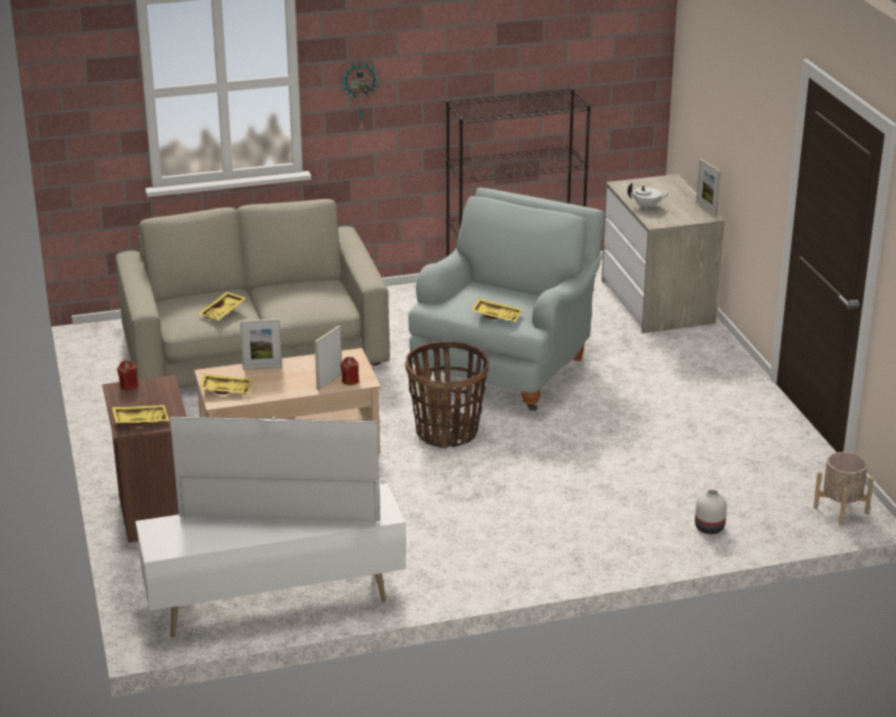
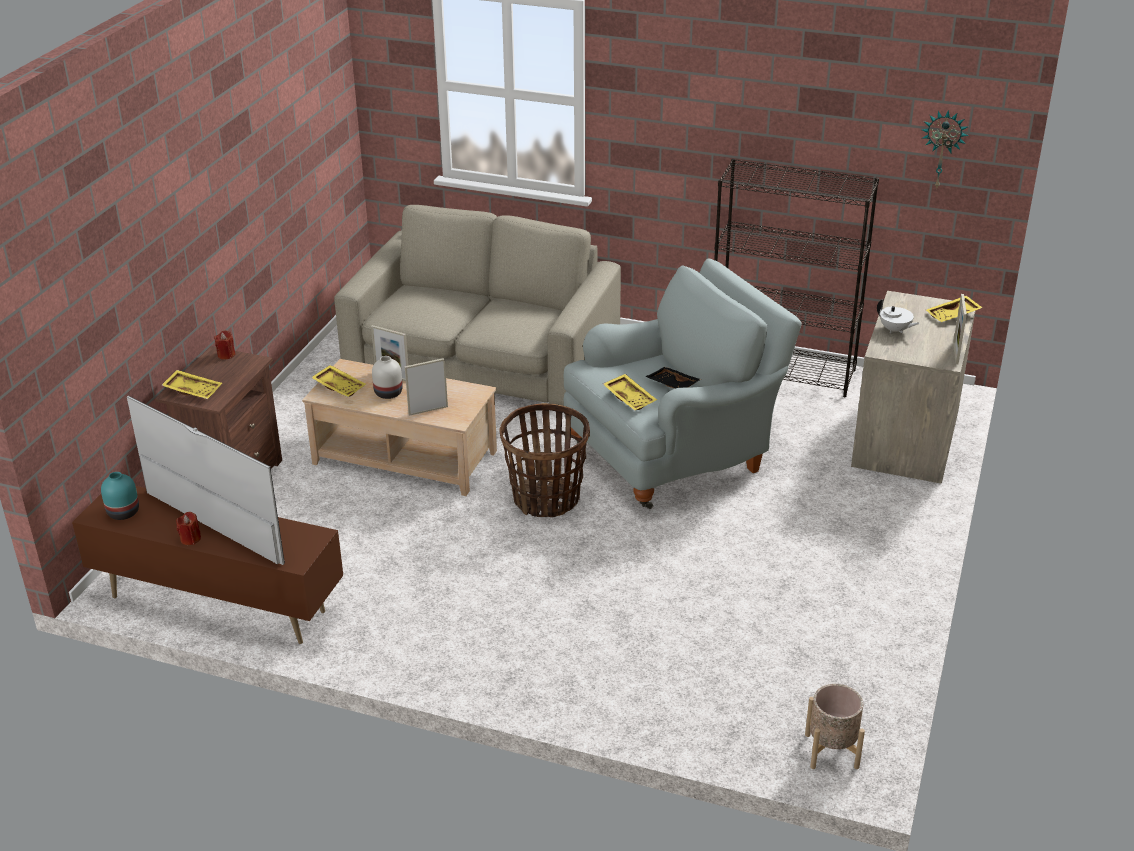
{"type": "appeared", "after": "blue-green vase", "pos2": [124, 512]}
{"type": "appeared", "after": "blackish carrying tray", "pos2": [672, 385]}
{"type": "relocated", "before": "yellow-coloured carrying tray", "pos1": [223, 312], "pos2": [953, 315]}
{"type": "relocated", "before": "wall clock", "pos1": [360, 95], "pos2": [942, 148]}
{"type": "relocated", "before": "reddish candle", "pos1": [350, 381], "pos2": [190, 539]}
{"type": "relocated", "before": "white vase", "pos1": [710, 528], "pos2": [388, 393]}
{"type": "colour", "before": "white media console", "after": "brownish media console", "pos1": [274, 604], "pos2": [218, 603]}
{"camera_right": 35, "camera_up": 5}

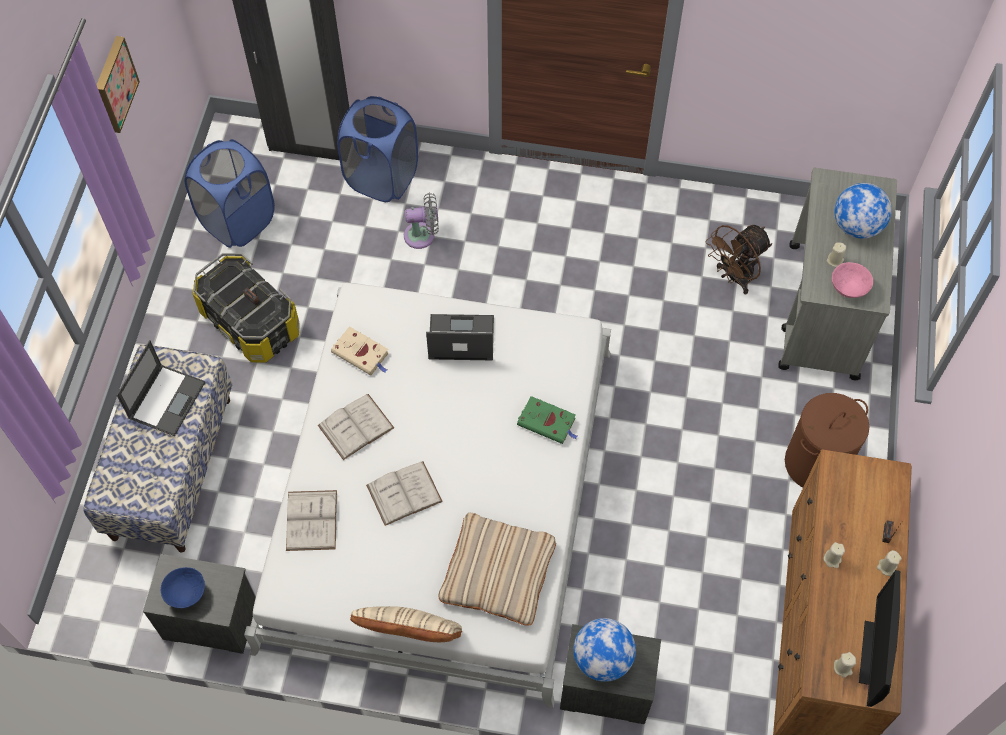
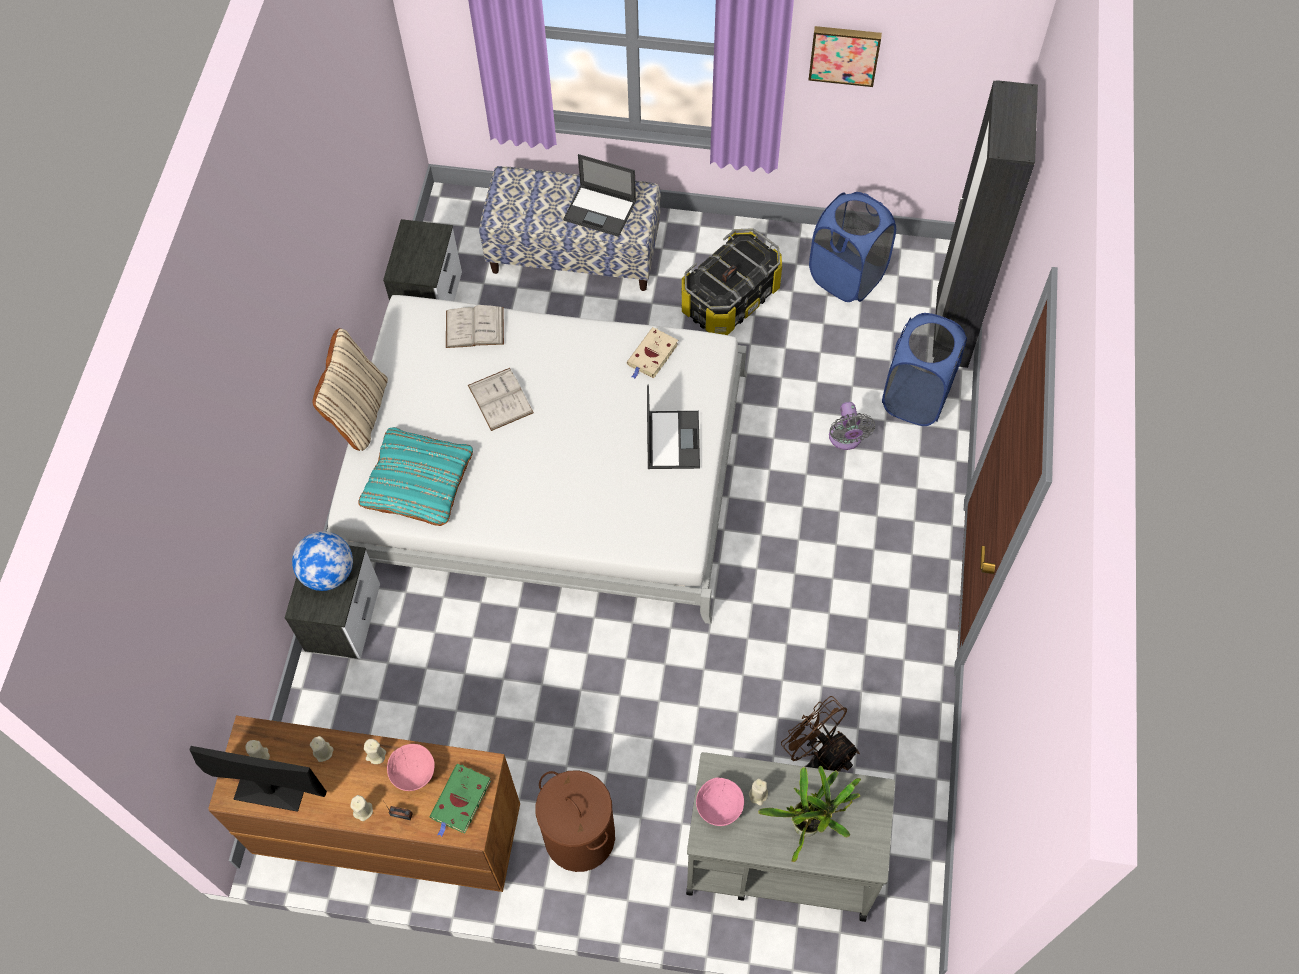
{"type": "missing", "before": "blue serving bowl", "pos1": [186, 594]}
{"type": "missing", "before": "white volume", "pos1": [356, 426]}
{"type": "appeared", "after": "beige candle", "pos2": [323, 752]}
{"type": "appeared", "after": "pinkish serving bowl", "pos2": [414, 773]}
{"type": "relocated", "before": "greenish volume", "pos1": [548, 422], "pos2": [460, 801]}
{"type": "exchanged", "before": "desk globe", "after": "potted plant", "pos1": [856, 226], "pos2": [809, 825]}
{"type": "colour", "before": "beige cushion", "after": "blue-green cushion", "pos1": [498, 572], "pos2": [418, 481]}
{"camera_right": 90, "camera_up": 0}

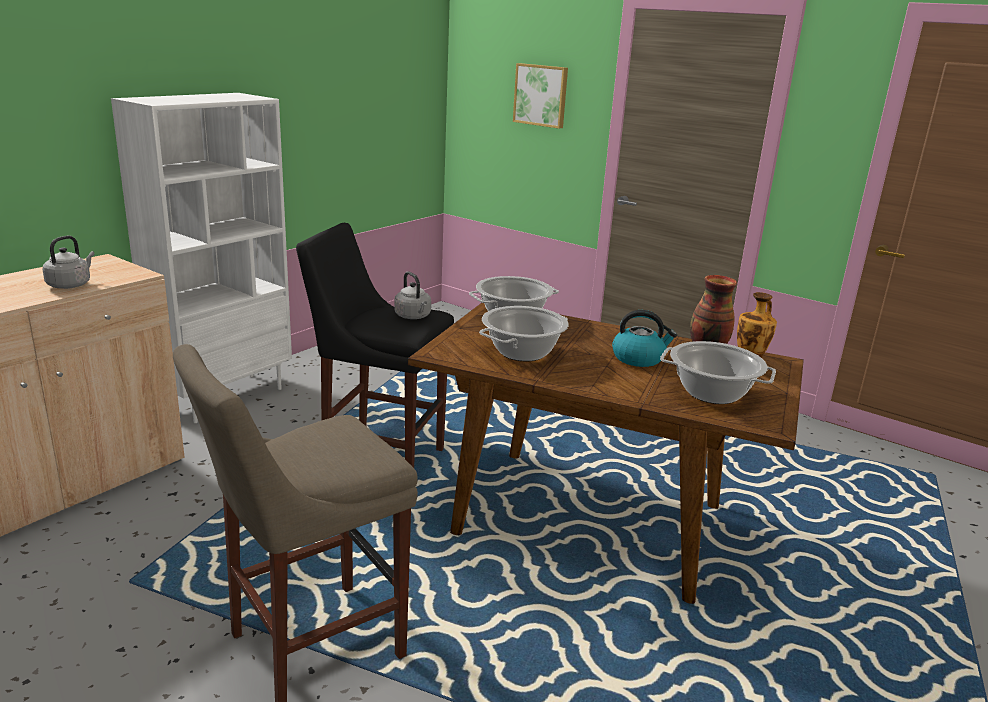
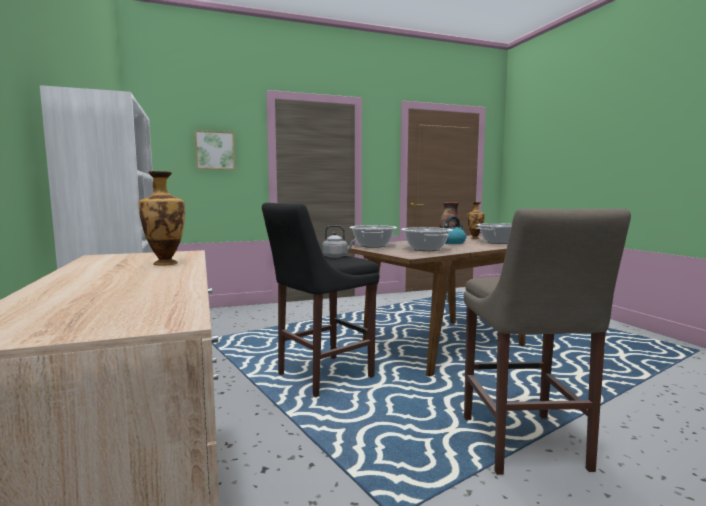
{"type": "exchanged", "before": "gray water kettle", "after": "vase", "pos1": [71, 284], "pos2": [165, 263]}
{"camera_right": -55, "camera_up": -15}

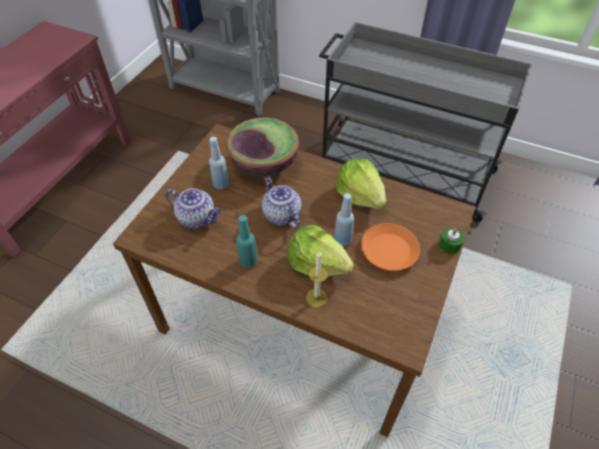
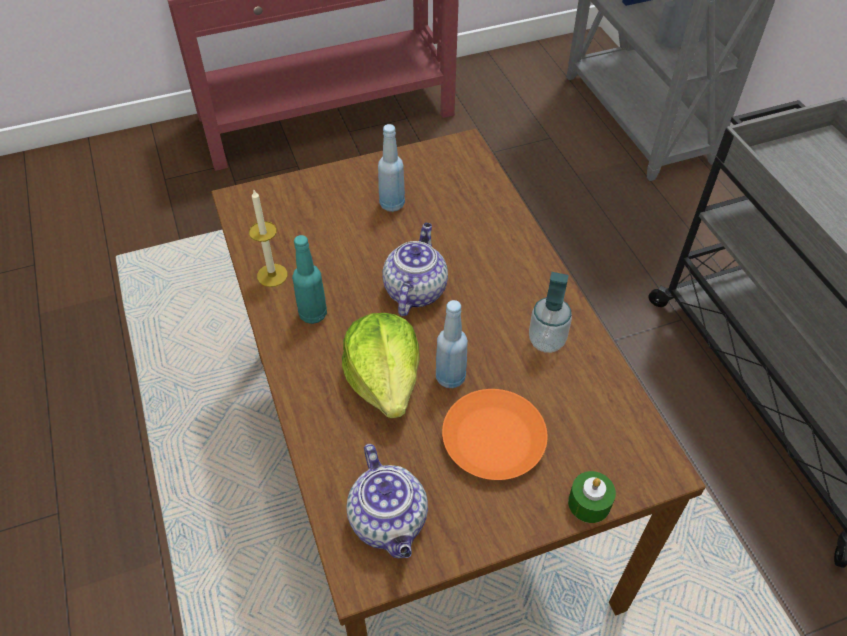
{"type": "missing", "before": "serving bowl", "pos1": [264, 163]}
{"type": "relocated", "before": "tea pot", "pos1": [197, 218], "pos2": [390, 522]}
{"type": "relocated", "before": "candle", "pos1": [316, 297], "pos2": [272, 275]}
{"type": "exchanged", "before": "lettuce", "after": "soap dispenser", "pos1": [360, 195], "pos2": [546, 341]}
{"camera_right": 45, "camera_up": 0}

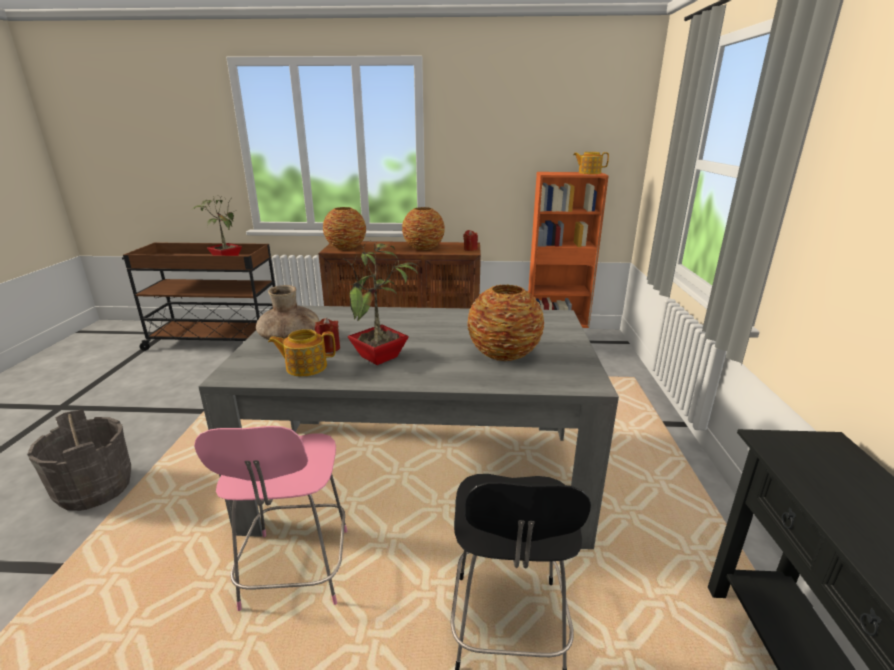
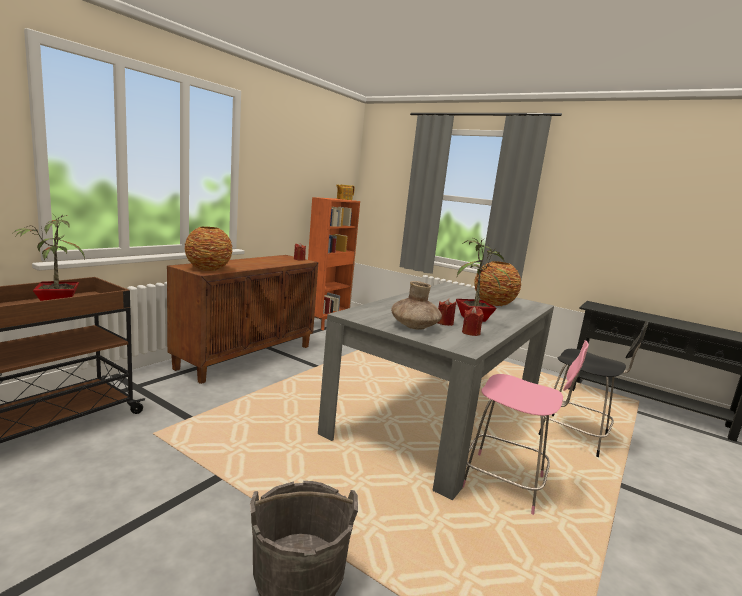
{"type": "missing", "before": "vase", "pos1": [423, 248]}
{"type": "exchanged", "before": "tea pot", "after": "reddish candle", "pos1": [305, 367], "pos2": [471, 333]}
{"camera_right": -60, "camera_up": -10}

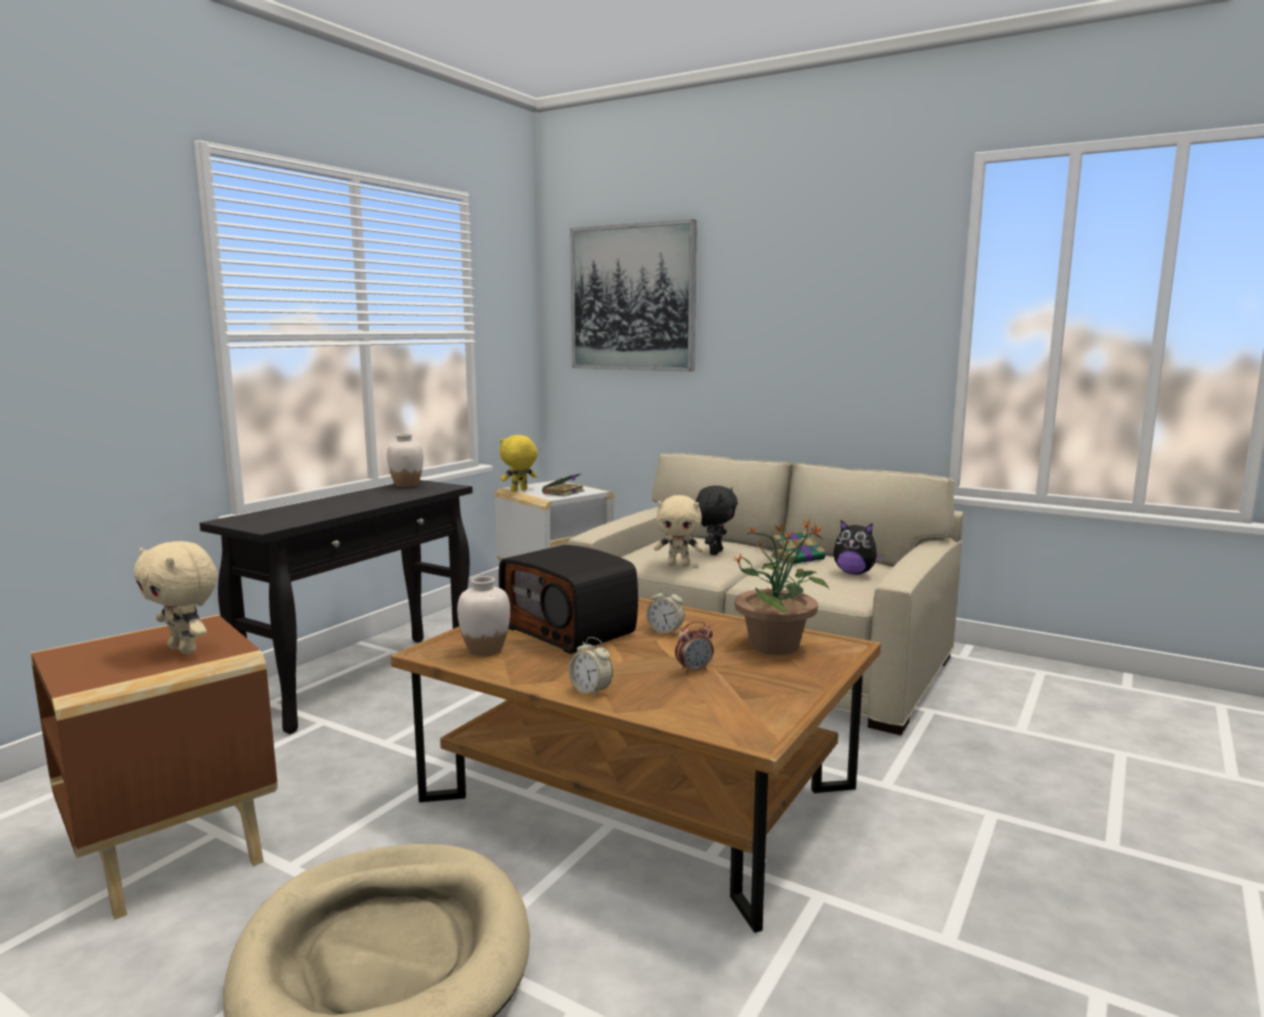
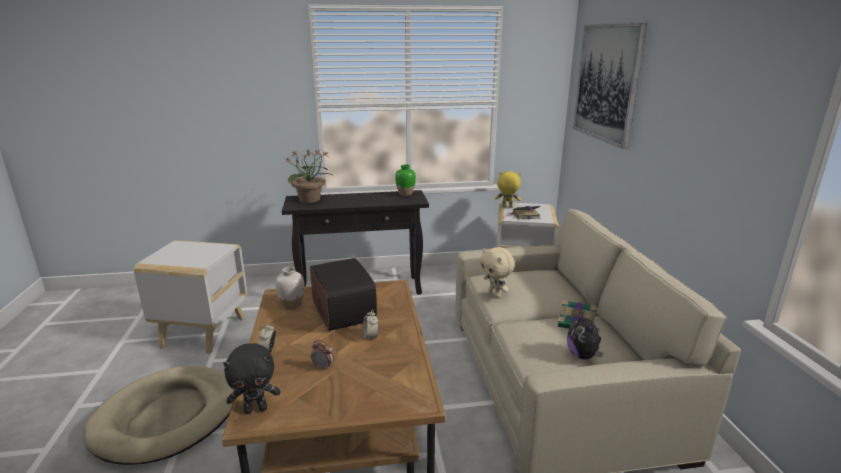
{"type": "missing", "before": "beige soft toy", "pos1": [185, 649]}
{"type": "relocated", "before": "blackish soft toy", "pos1": [714, 552], "pos2": [256, 409]}
{"type": "relocated", "before": "potted plant", "pos1": [775, 645], "pos2": [310, 199]}
{"type": "colour", "before": "brownish side table", "after": "white side table", "pos1": [173, 851], "pos2": [203, 333]}
{"type": "colour", "before": "white vase", "after": "greenish vase", "pos1": [406, 485], "pos2": [405, 194]}
{"type": "spun", "before": "radio receiver", "pos1": [570, 630], "pos2": [342, 311], "turn": 150}
{"camera_right": 50, "camera_up": 10}

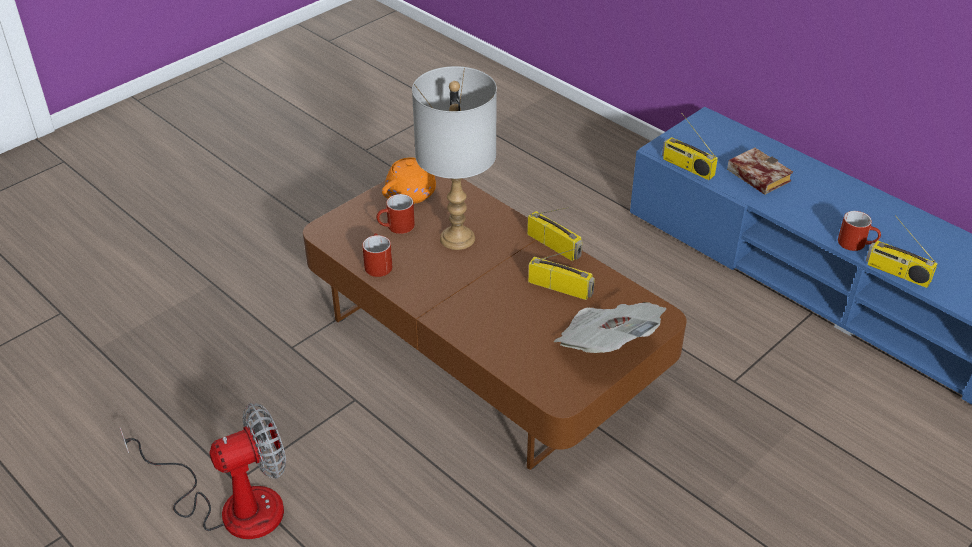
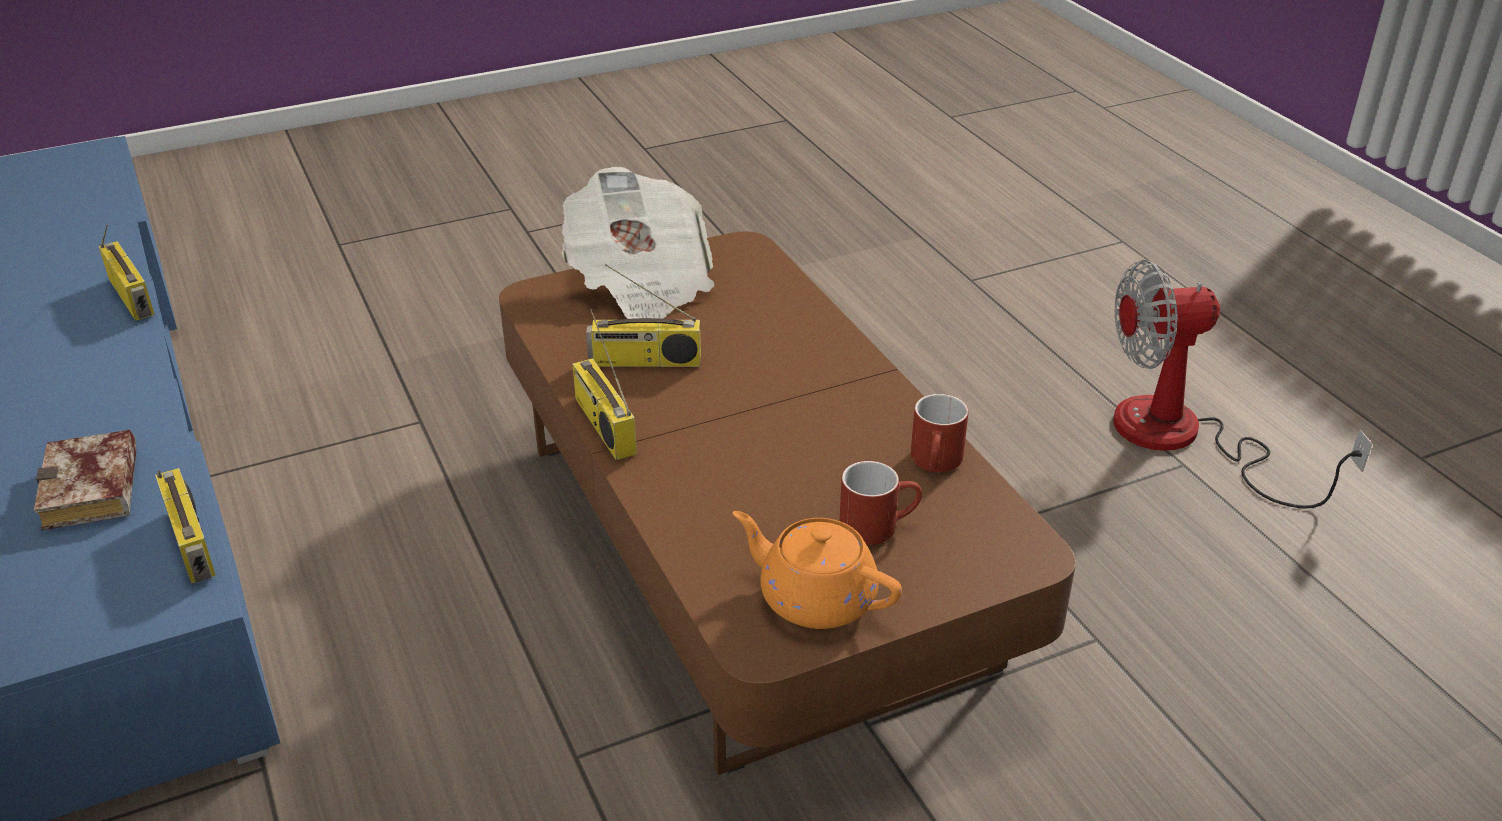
{"type": "missing", "before": "gray tabletop lamp", "pos1": [458, 238]}
{"type": "missing", "before": "reddish coffee mug", "pos1": [857, 243]}
{"type": "spun", "before": "orangey tea pot", "pos1": [412, 192], "pos2": [815, 598], "turn": 60}
{"type": "spun", "before": "radio receiver", "pos1": [561, 287], "pos2": [644, 361], "turn": -45}
{"camera_right": -160, "camera_up": -5}

